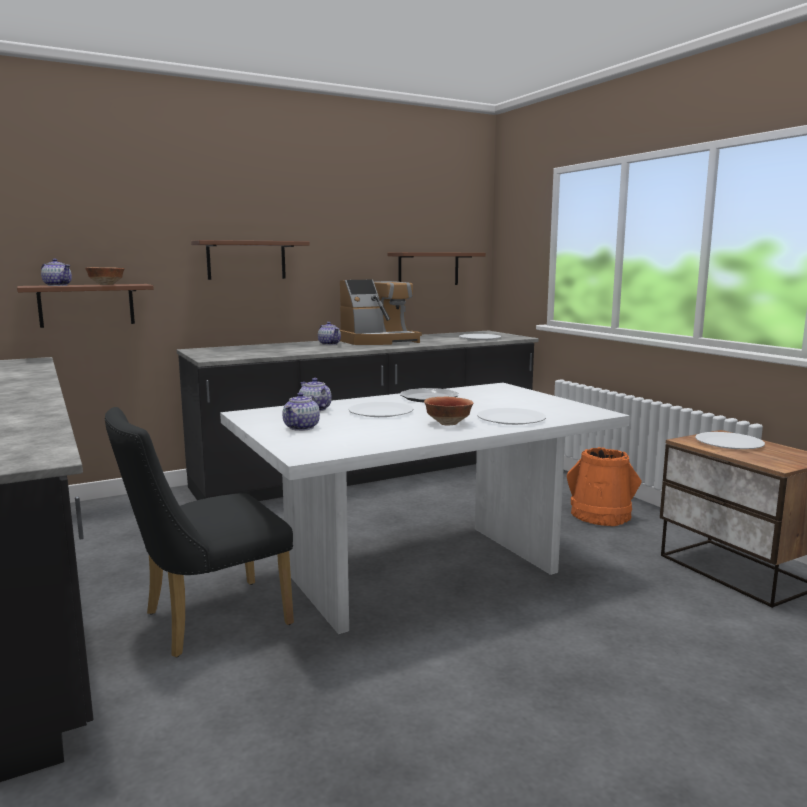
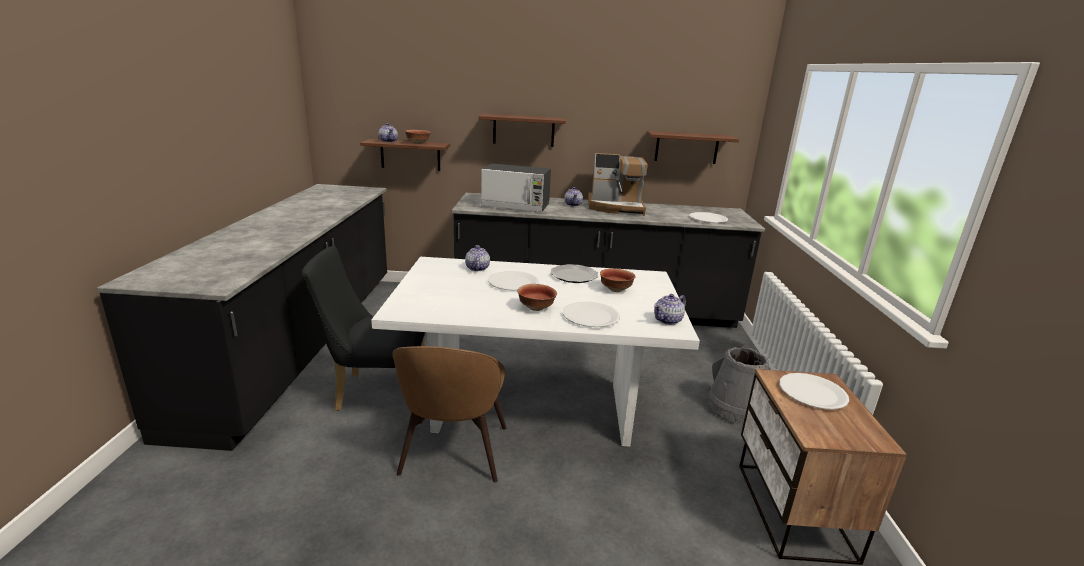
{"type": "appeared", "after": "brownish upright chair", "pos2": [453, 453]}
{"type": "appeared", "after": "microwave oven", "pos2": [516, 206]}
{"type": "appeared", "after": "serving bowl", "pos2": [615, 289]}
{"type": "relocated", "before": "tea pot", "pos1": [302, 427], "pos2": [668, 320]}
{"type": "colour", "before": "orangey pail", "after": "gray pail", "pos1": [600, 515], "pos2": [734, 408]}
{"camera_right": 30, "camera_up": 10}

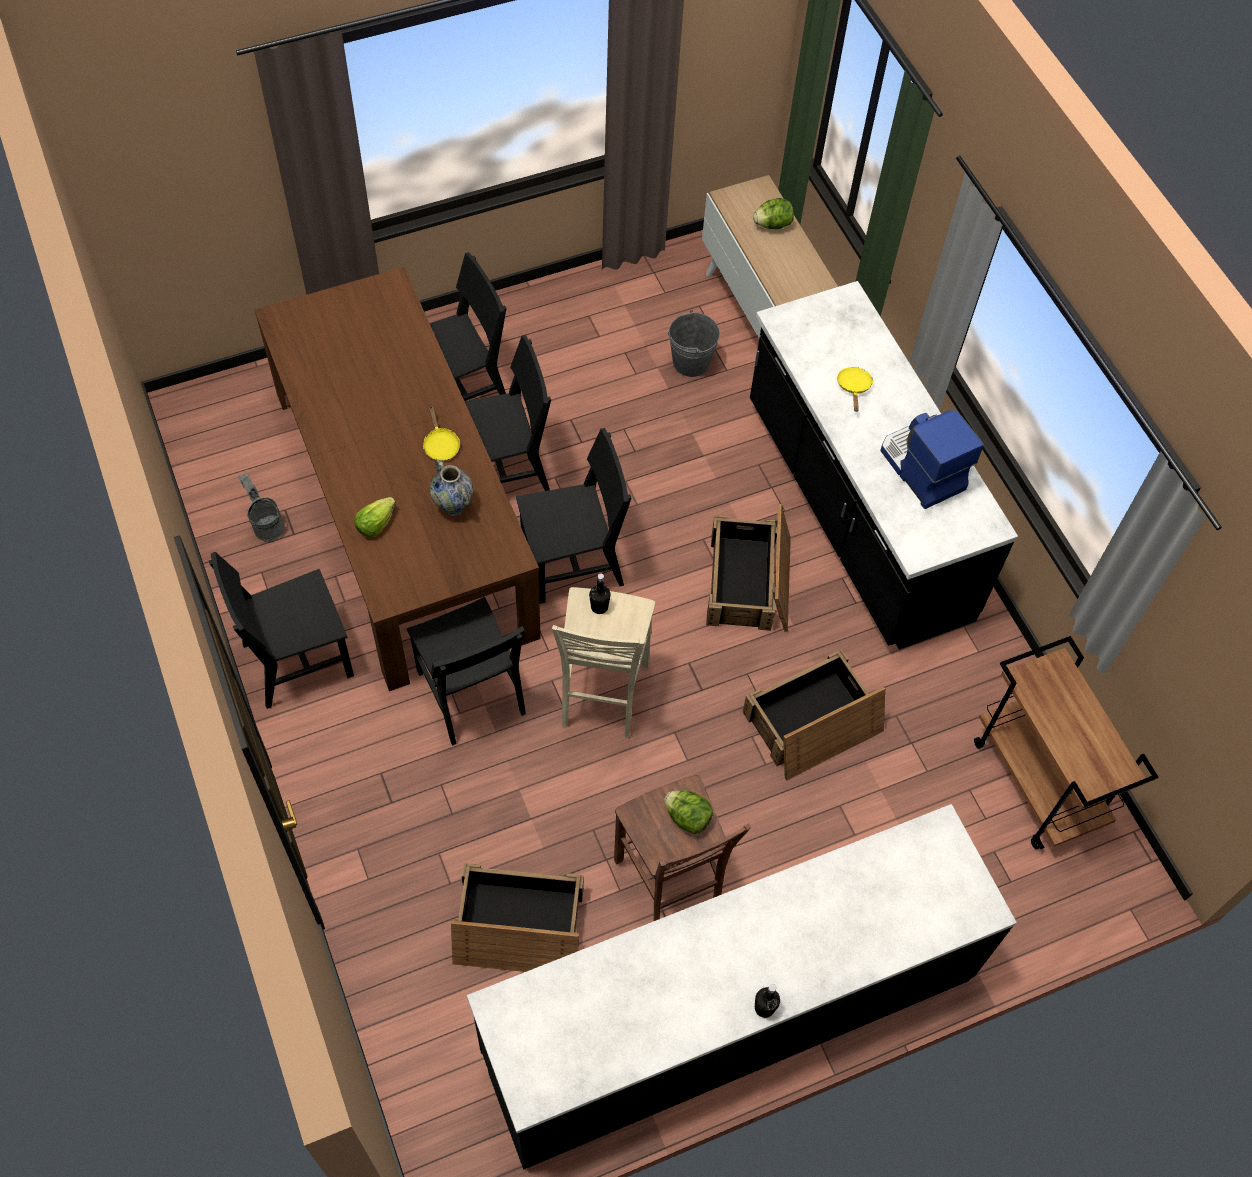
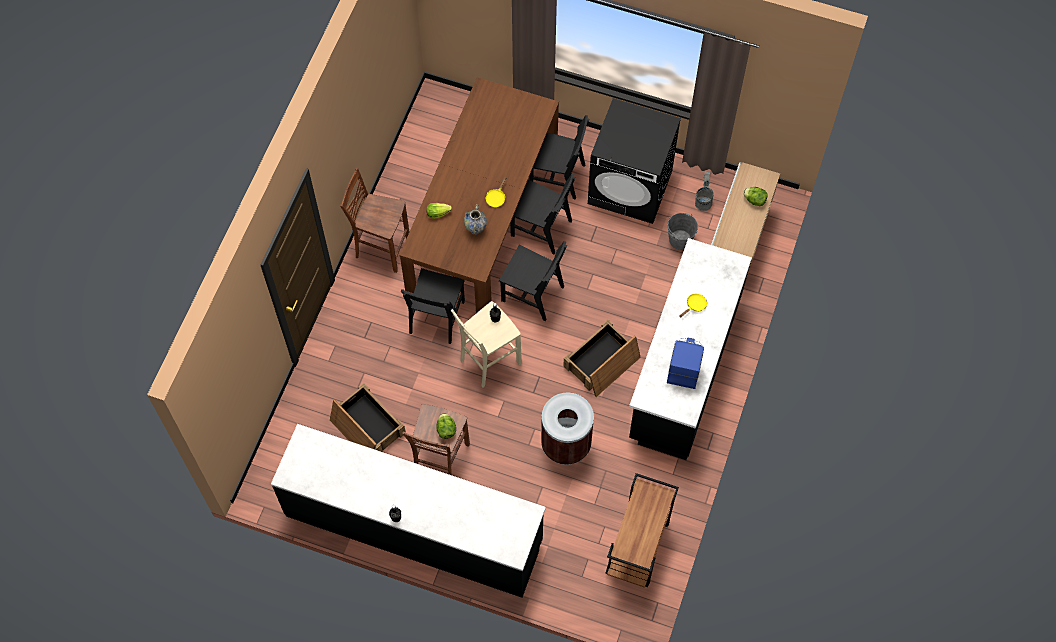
{"type": "appeared", "after": "blackish laundry machine", "pos2": [630, 187]}
{"type": "relocated", "before": "gray pail", "pos1": [266, 524], "pos2": [703, 200]}
{"type": "exchanged", "before": "blackish upright chair", "after": "brownish stool seat", "pos1": [297, 660], "pos2": [381, 248]}
{"type": "exchanged", "before": "packing crate", "after": "brownish waste bin", "pos1": [812, 723], "pos2": [565, 444]}
{"camera_right": 45, "camera_up": 5}

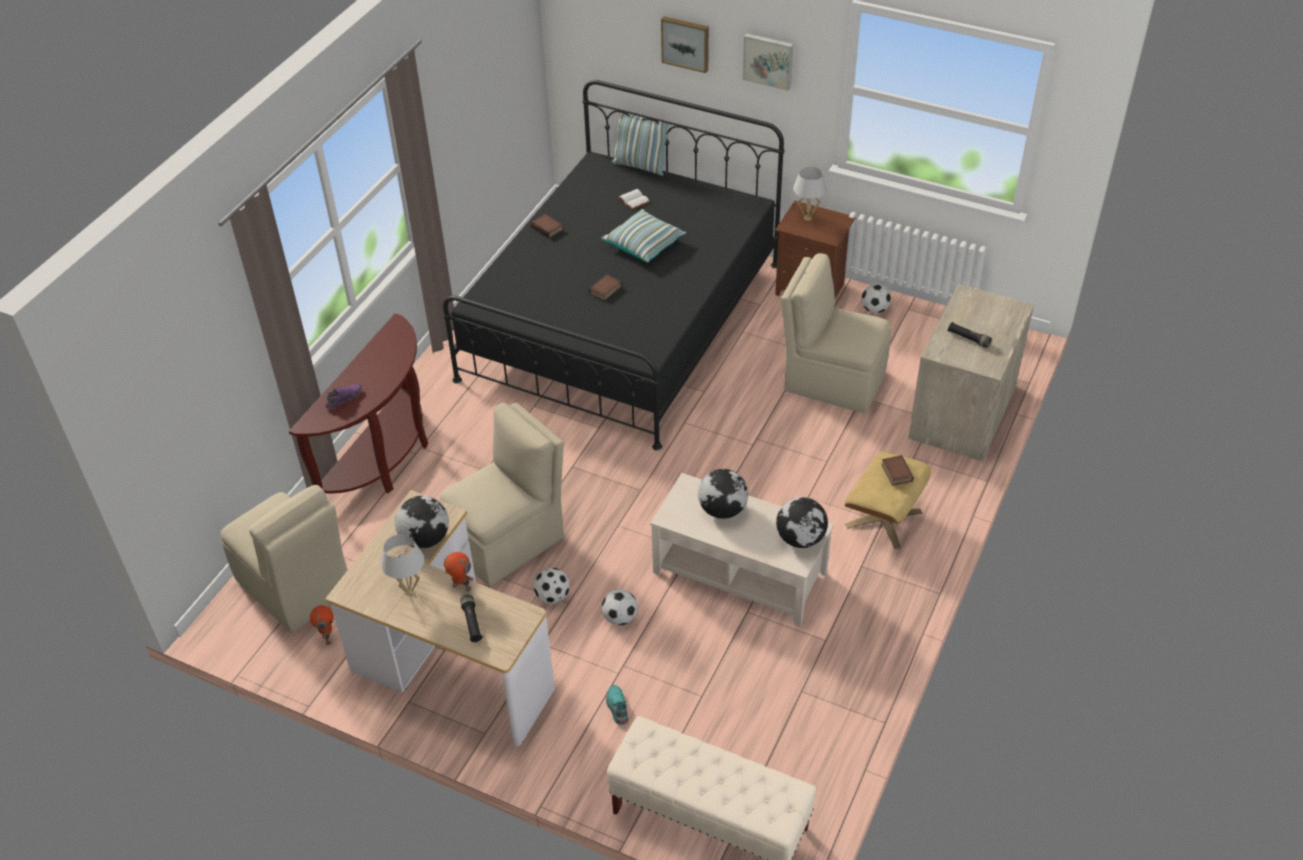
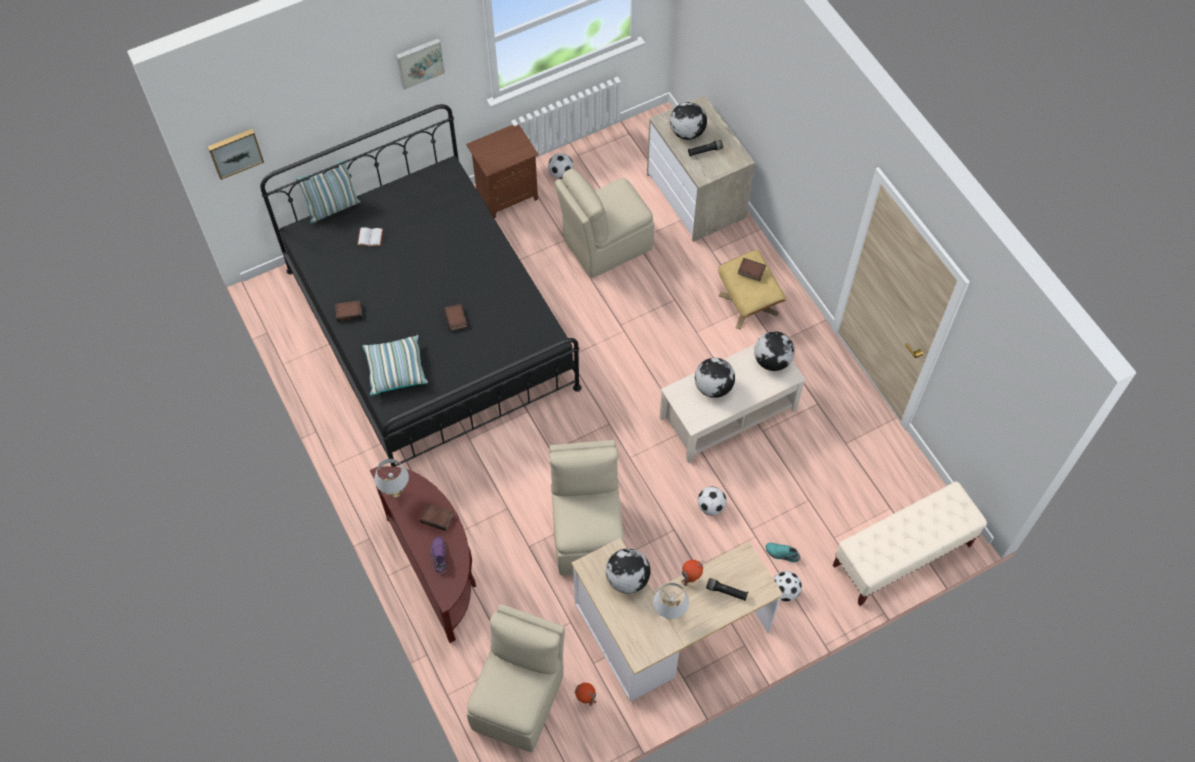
{"type": "appeared", "after": "volume", "pos2": [438, 518]}
{"type": "appeared", "after": "desk globe", "pos2": [686, 132]}
{"type": "relocated", "before": "football ball", "pos1": [552, 596], "pos2": [784, 591]}
{"type": "relocated", "before": "cushion", "pos1": [644, 244], "pos2": [395, 370]}
{"type": "relocated", "before": "picture", "pos1": [686, 43], "pos2": [235, 152]}
{"type": "relocated", "before": "white tabletop lamp", "pos1": [807, 218], "pos2": [396, 494]}
{"type": "spun", "before": "beige upright chair", "pos1": [295, 587], "pos2": [519, 699], "turn": -60}
{"camera_right": -55, "camera_up": 15}

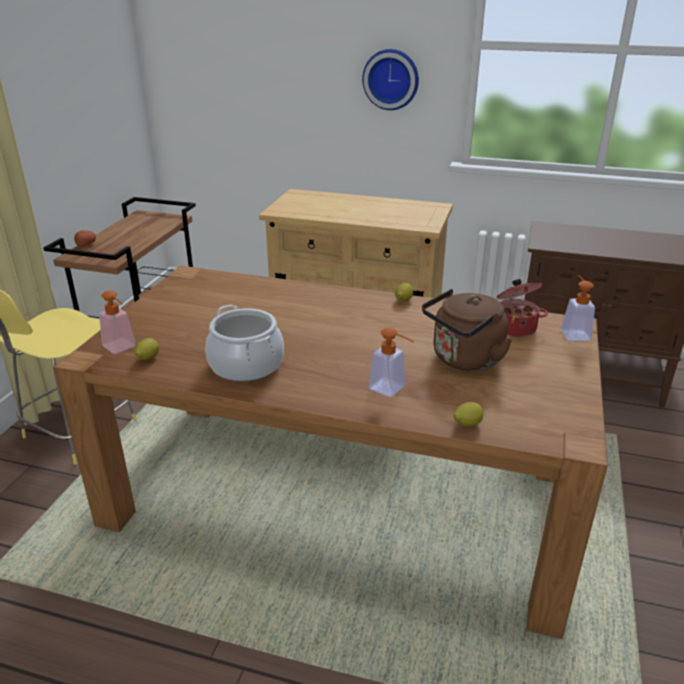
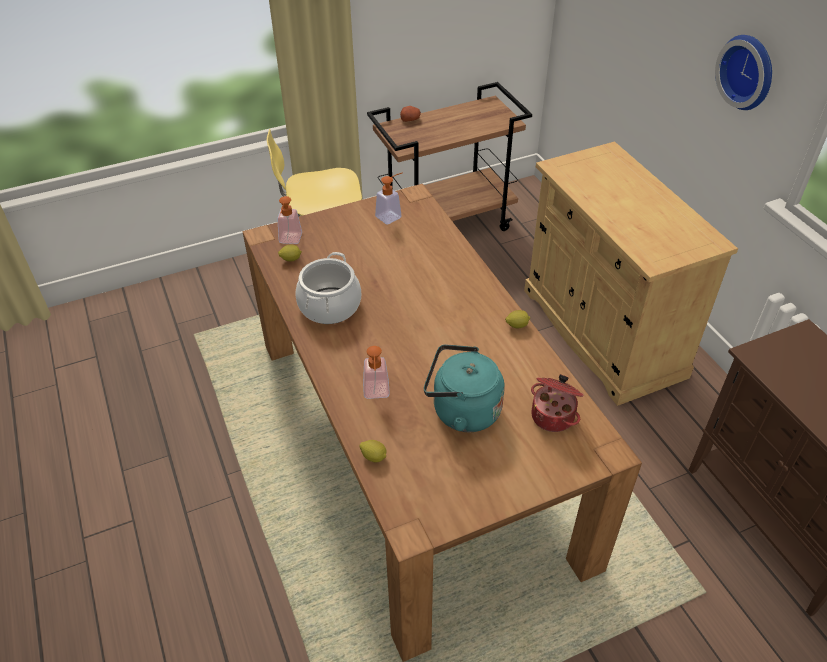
{"type": "relocated", "before": "soap dispenser", "pos1": [573, 332], "pos2": [392, 215]}
{"type": "colour", "before": "brownish water kettle", "after": "blue-green water kettle", "pos1": [464, 360], "pos2": [461, 411]}
{"camera_right": 50, "camera_up": 15}

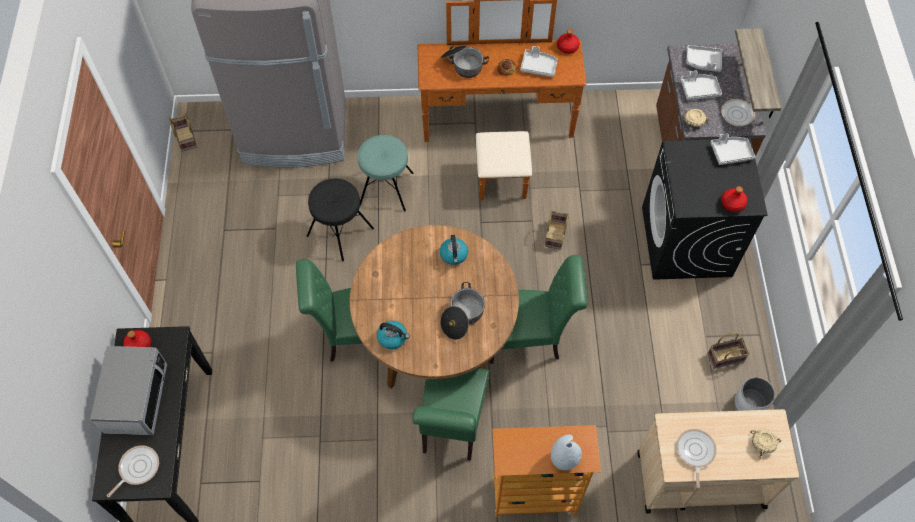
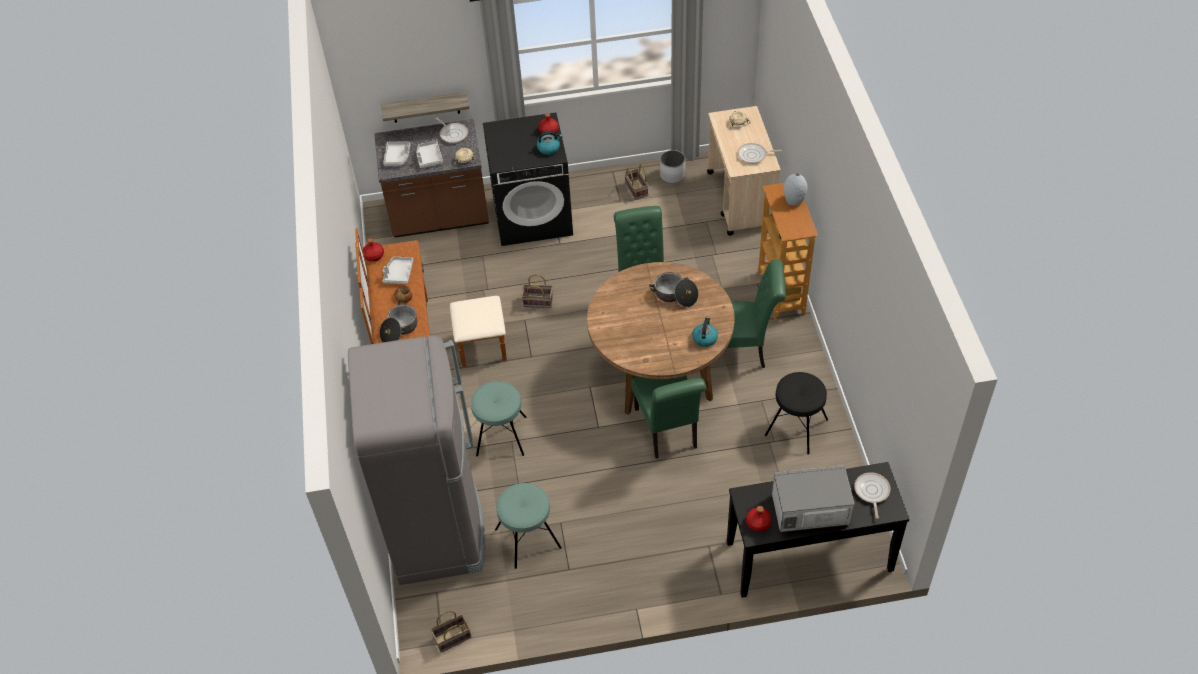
{"type": "missing", "before": "gray carrying tray", "pos1": [730, 153]}
{"type": "appeared", "after": "blue-green stool seat", "pos2": [528, 538]}
{"type": "relocated", "before": "blackish stool seat", "pos1": [340, 232], "pos2": [796, 427]}
{"type": "relocated", "before": "water kettle", "pos1": [454, 255], "pos2": [549, 148]}
{"type": "spun", "before": "frying pan", "pos1": [137, 468], "pos2": [871, 492], "turn": 60}
{"camera_right": -95, "camera_up": -10}

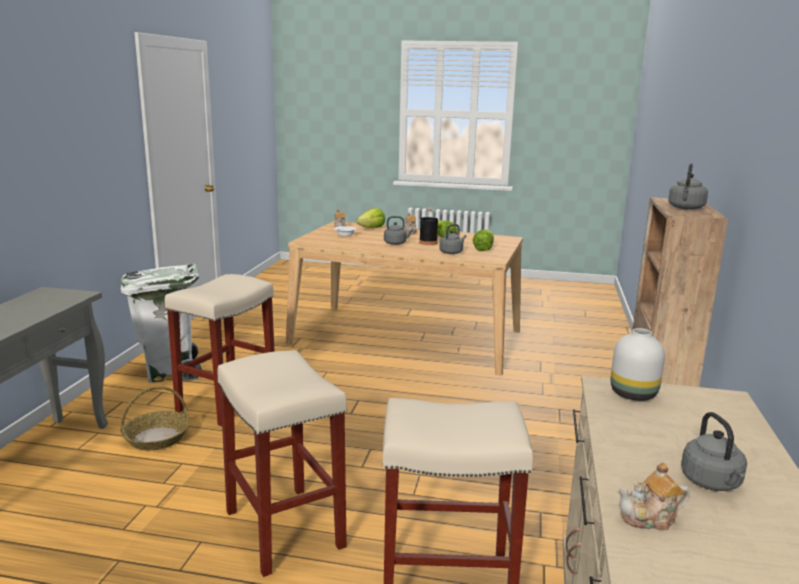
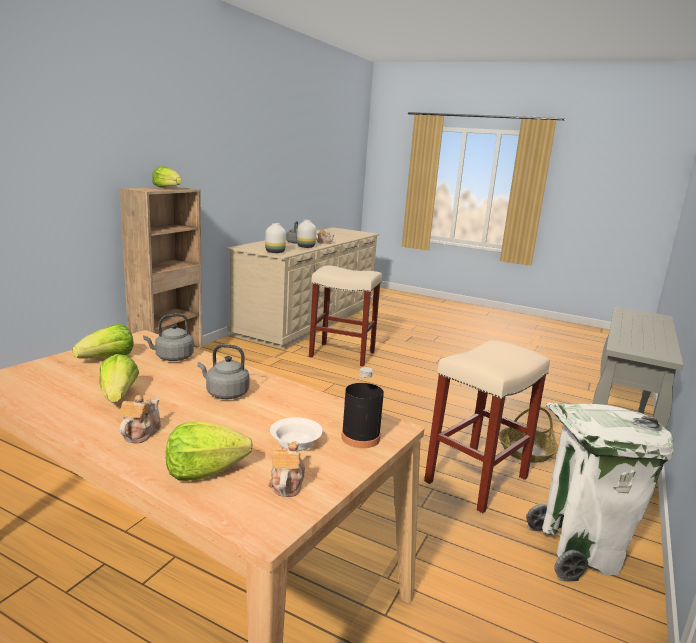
{"type": "missing", "before": "beige stool seat", "pos1": [282, 528]}
{"type": "appeared", "after": "white vase", "pos2": [306, 247]}
{"type": "relocated", "before": "blackish bottle", "pos1": [428, 242], "pos2": [360, 438]}
{"type": "exchanged", "before": "gray water kettle", "after": "lettuce", "pos1": [685, 208], "pos2": [167, 188]}
{"camera_right": -165, "camera_up": 0}

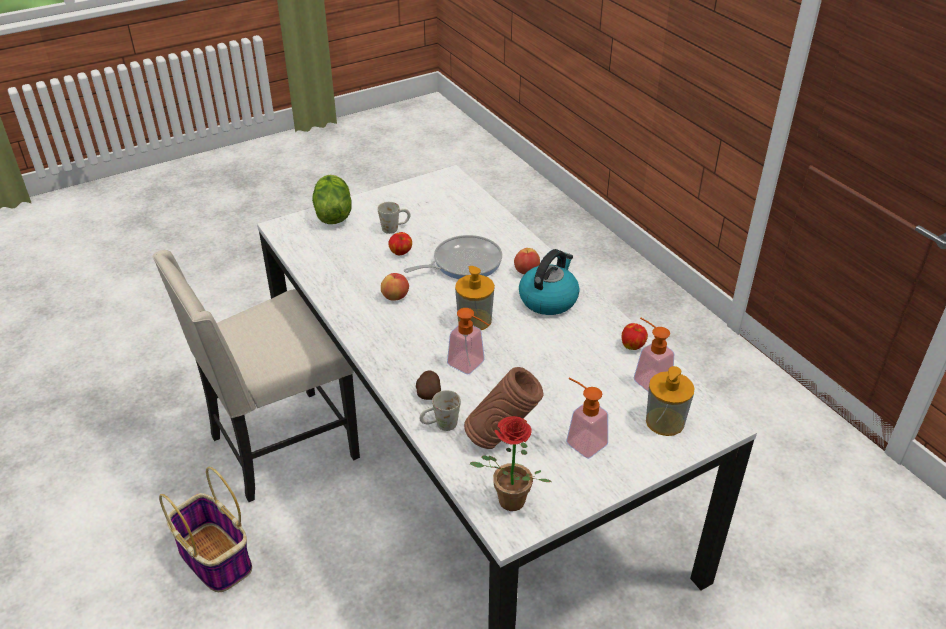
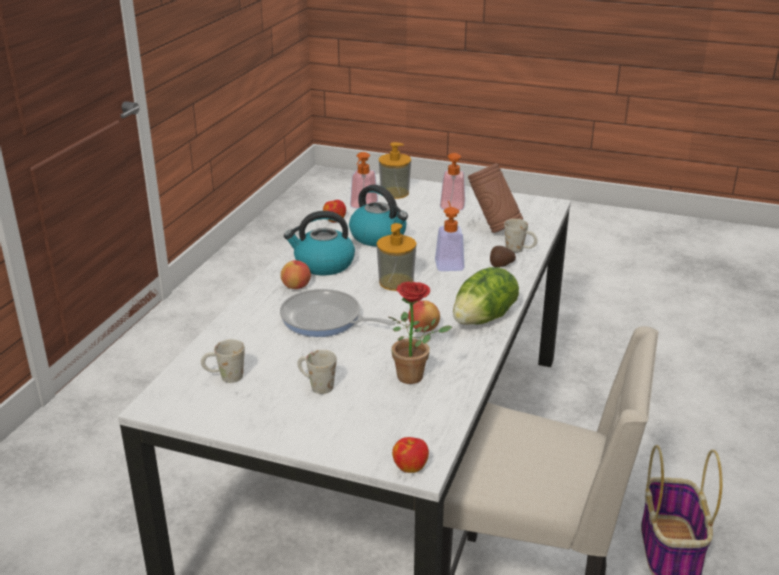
{"type": "appeared", "after": "white coffee mug", "pos2": [224, 377]}
{"type": "appeared", "after": "water kettle", "pos2": [379, 237]}
{"type": "relocated", "before": "lettuce", "pos1": [332, 214], "pos2": [484, 318]}
{"type": "relocated", "before": "whole apple", "pos1": [401, 253], "pos2": [410, 467]}
{"type": "relocated", "before": "potted plant", "pos1": [507, 504], "pos2": [416, 377]}
{"camera_right": -130, "camera_up": -10}

